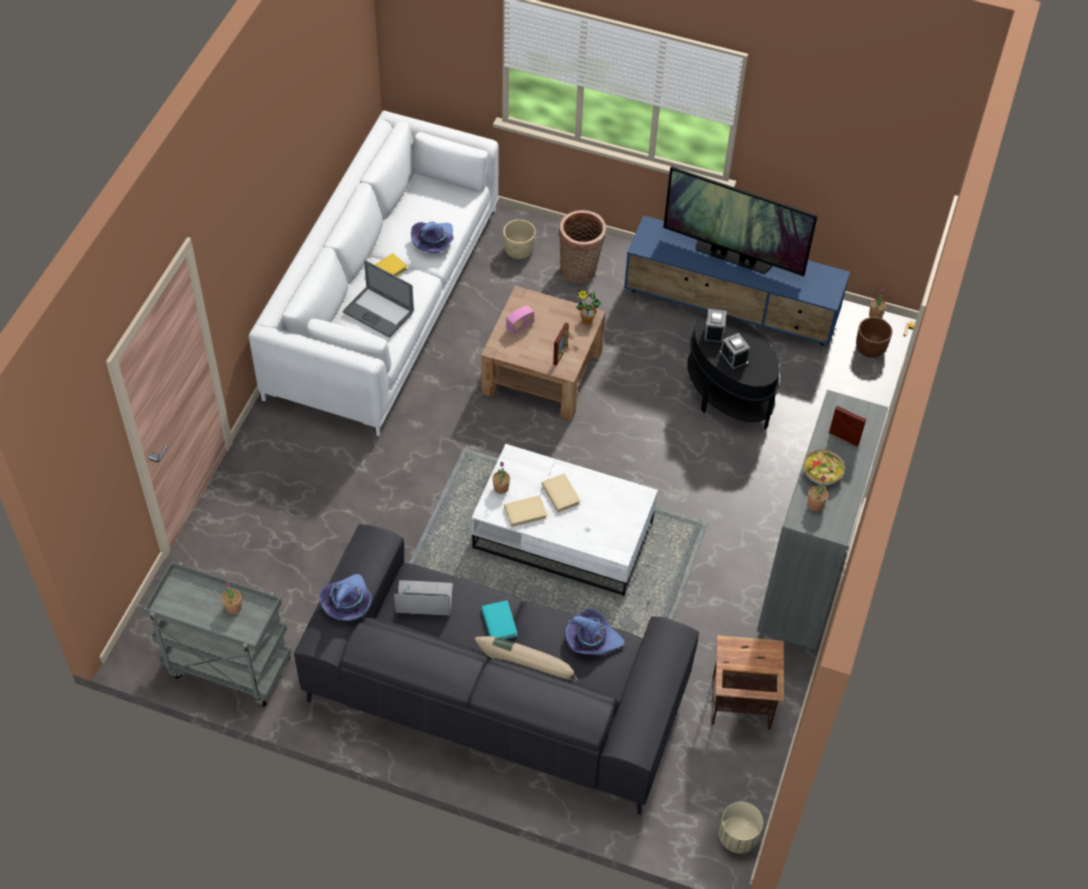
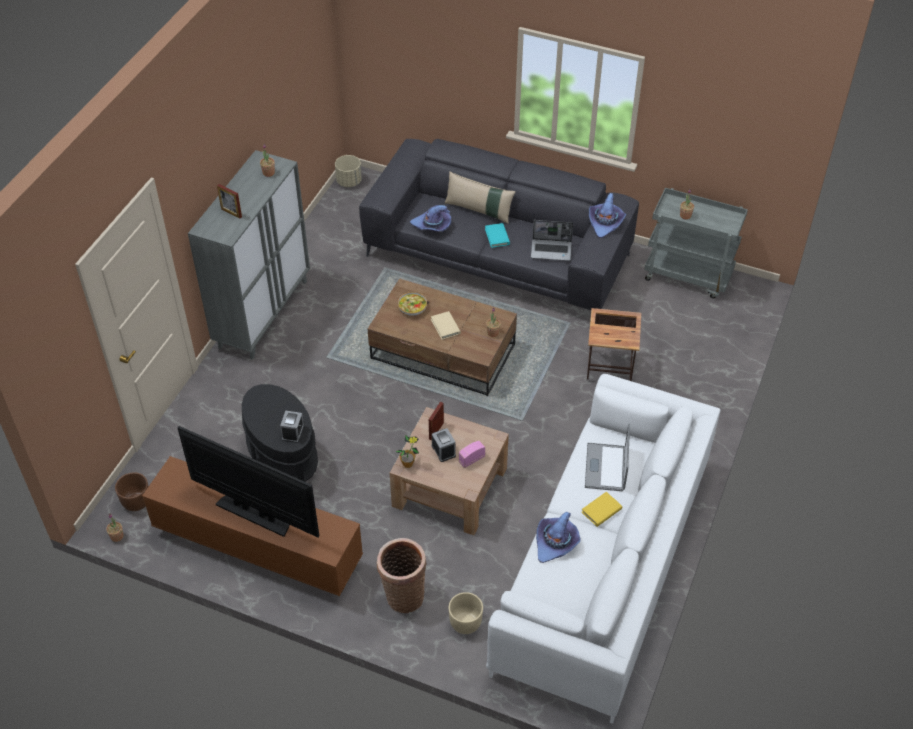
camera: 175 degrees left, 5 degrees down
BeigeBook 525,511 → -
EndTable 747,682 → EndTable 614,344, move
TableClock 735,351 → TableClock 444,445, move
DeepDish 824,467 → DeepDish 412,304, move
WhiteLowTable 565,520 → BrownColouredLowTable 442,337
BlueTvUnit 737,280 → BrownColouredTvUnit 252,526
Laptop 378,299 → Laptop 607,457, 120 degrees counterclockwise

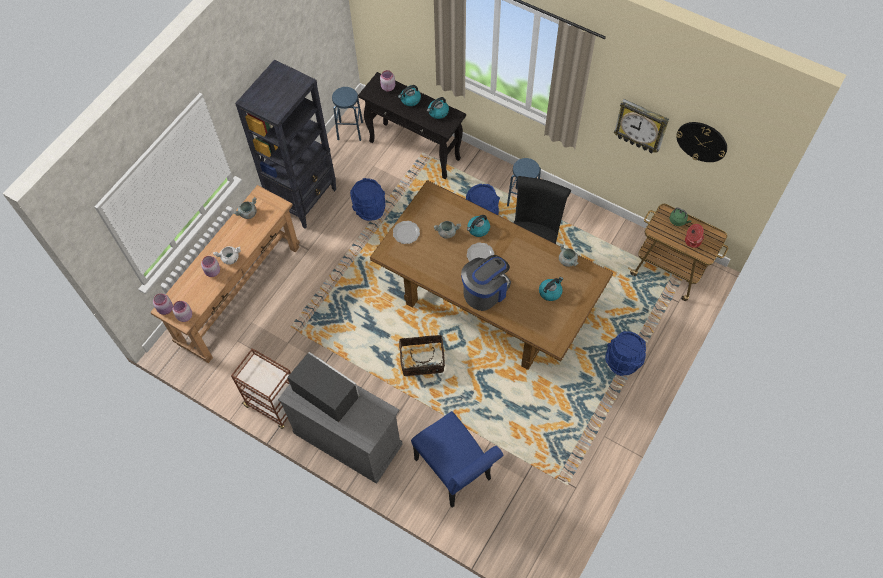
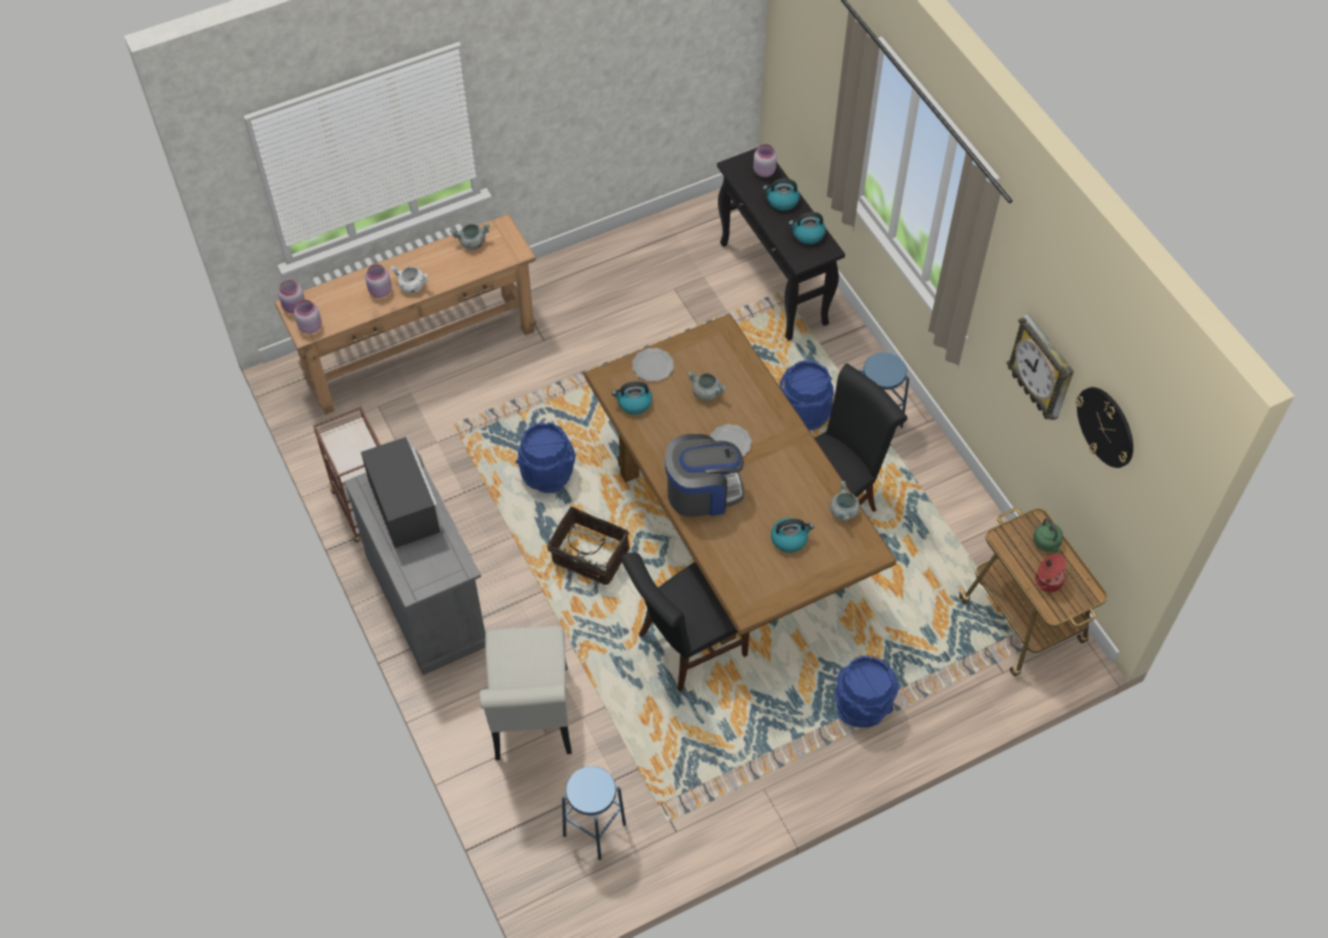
camera: 30 degrees right, 5 degrees down
BlackColouredBookshelf 286,144 → -
- → BlackColouredUprightChair 685,622
BlueStool 347,114 → BlueStool 594,813, move
BlueWaterBucket 367,199 → BlueWaterBucket 546,457, move
WaterKettle 478,226 → WaterKettle 632,397, move
BlueUprightChair 457,459 → WhiteUprightChair 526,693

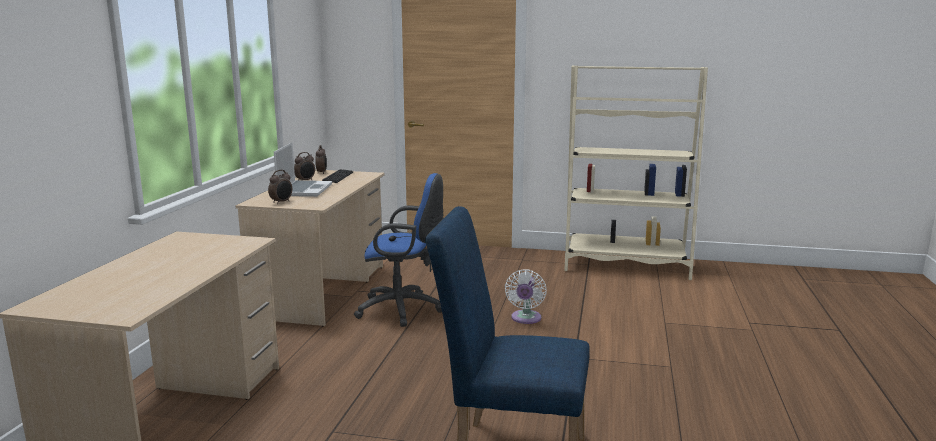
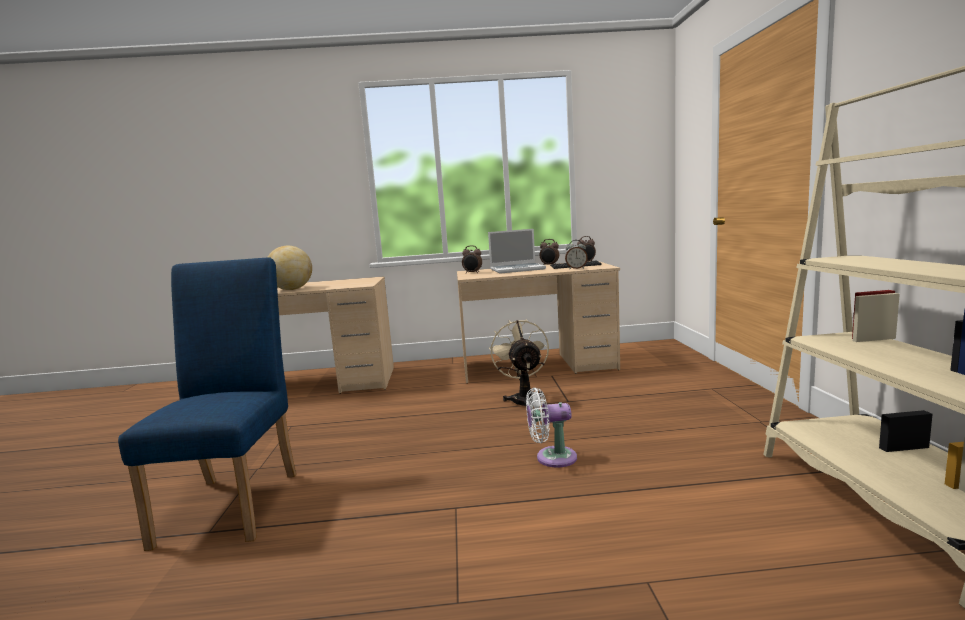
camera: 75 degrees right, 5 degrees down
- → Globe 290,268
- → TableClock 576,254
BlueDeskChair 398,250 → BeigeFan 519,365

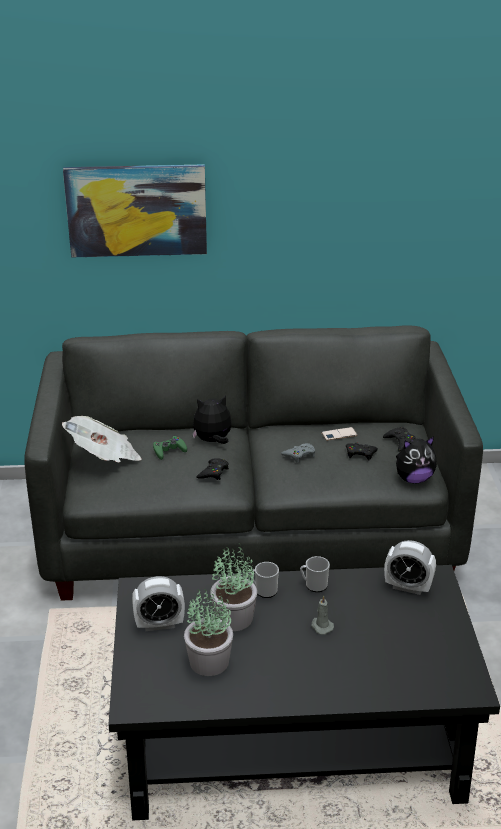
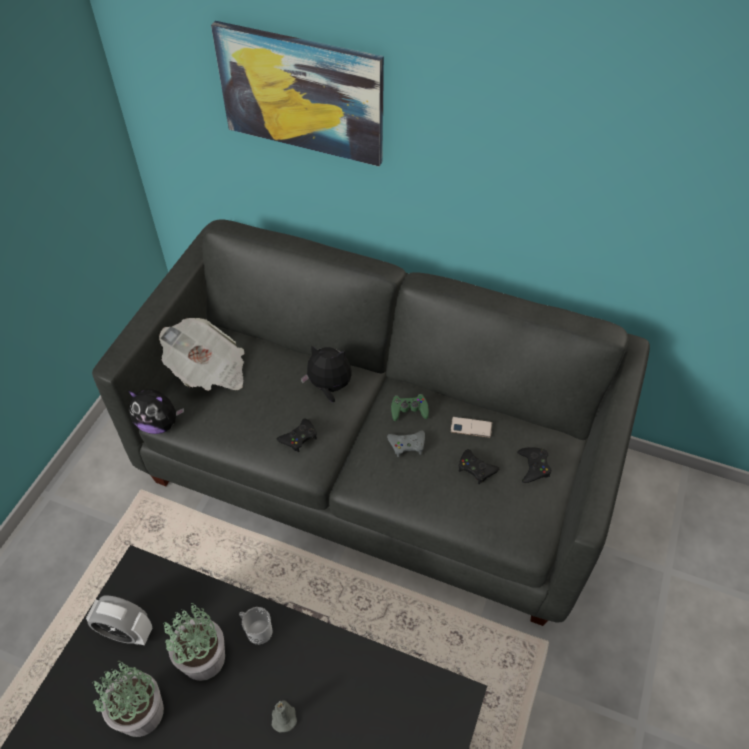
camera: 25 degrees right, 20 degrees up
CoffeeMug 315,574 → -
TableClock 410,567 → -
GreenishJoypad 170,448 → GreenishJoypad 410,407, move
SoftToy 416,460 → SoftToy 155,411, move

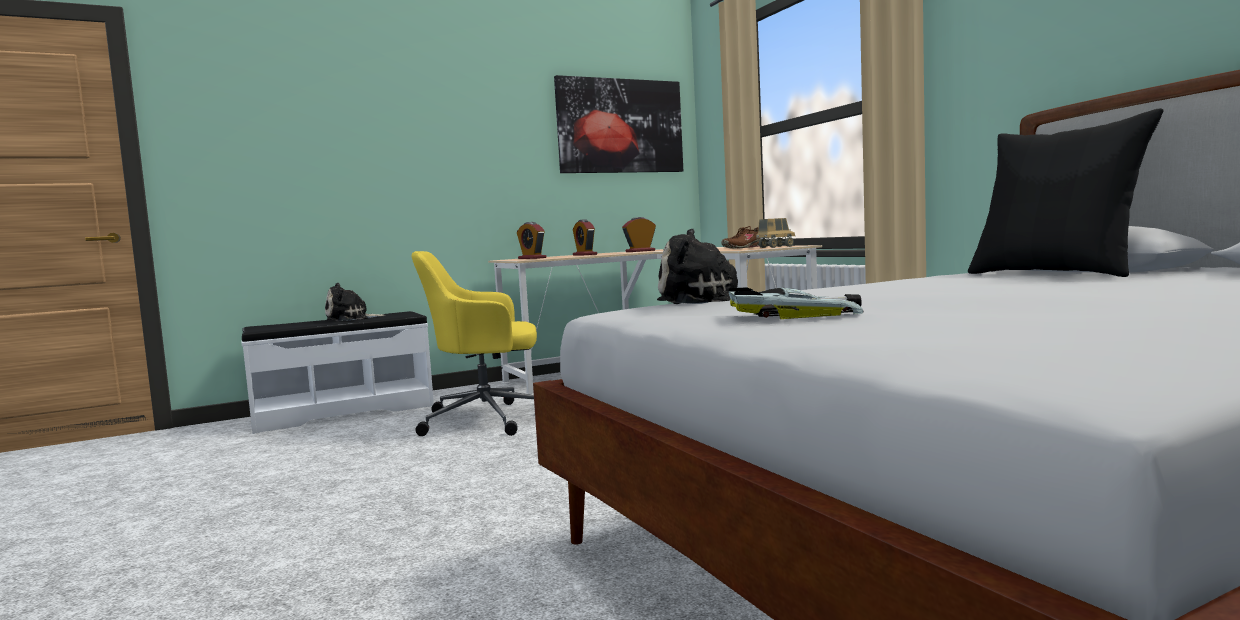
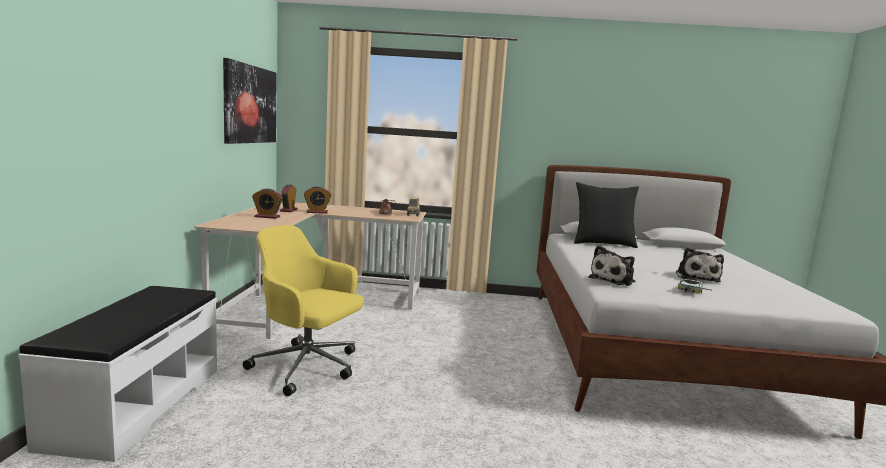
camera: 60 degrees left, 5 degrees up
SoftToy 355,302 → SoftToy 700,264, move
TableClock 531,240 → TableClock 317,200, move
YellowishDeskChair 474,343 → YellowishDeskChair 303,310, 90 degrees clockwise

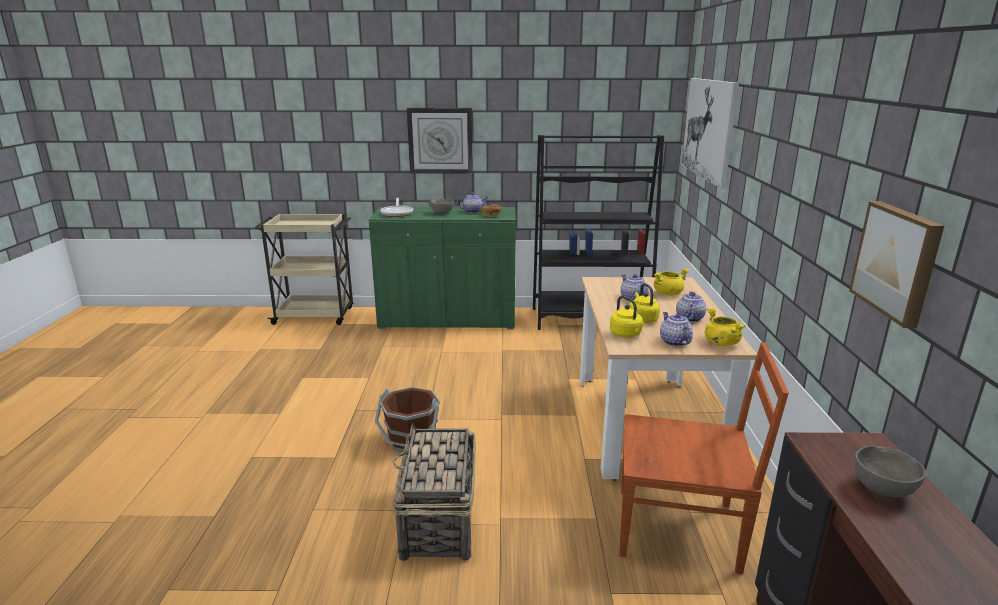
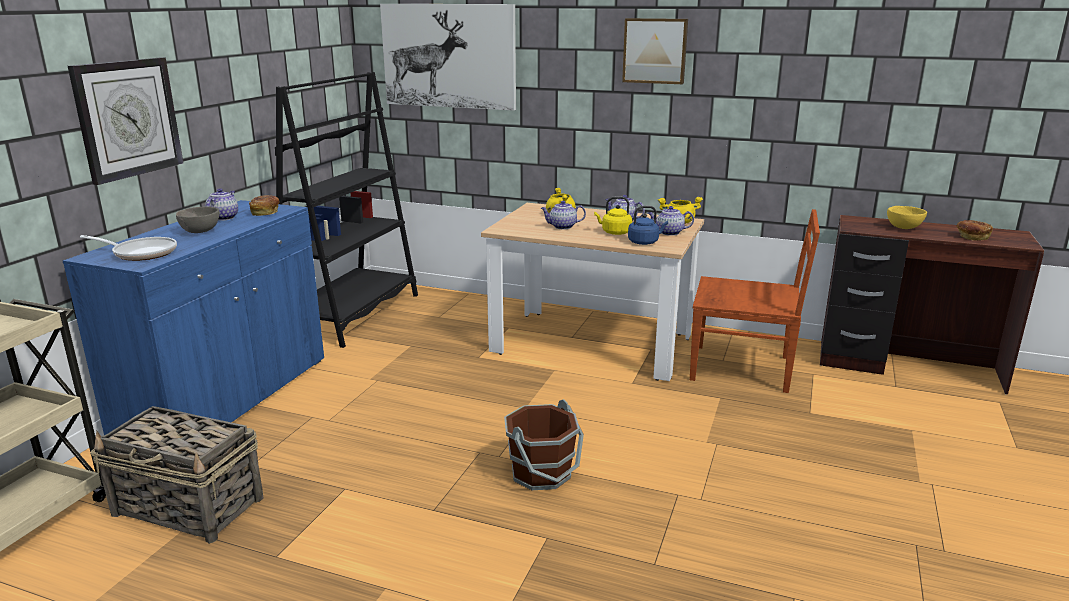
camera: 70 degrees left, 0 degrees up
- → BakedBread 975,230
Basket 434,492 → Basket 177,475, move
WallArt 896,264 → WallArt 655,51, move
GreenishStorageCabinet 442,268 → BlueStorageCabinet 193,317
YellowishWaterKettle 627,316 → BlueWaterKettle 648,225
GrayDeepDish 890,472 → YellowishDeepDish 907,217
BrownColouredUprightChair 704,458 → BrownColouredUprightChair 755,301, 75 degrees clockwise

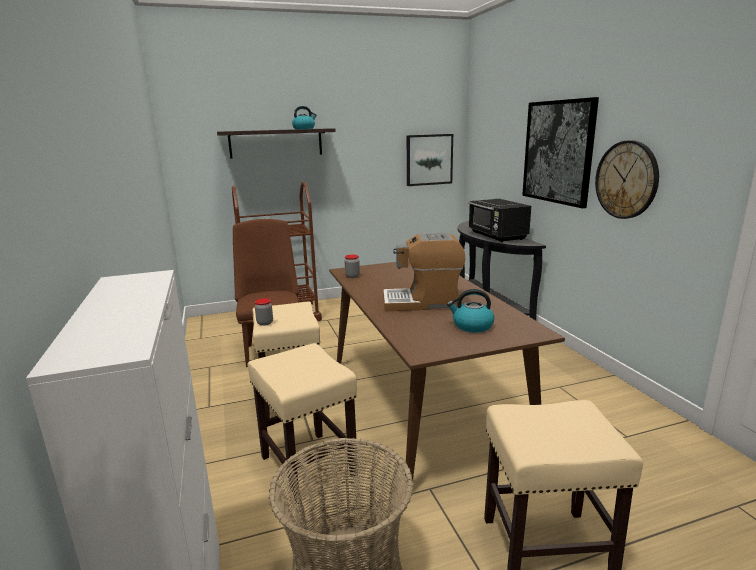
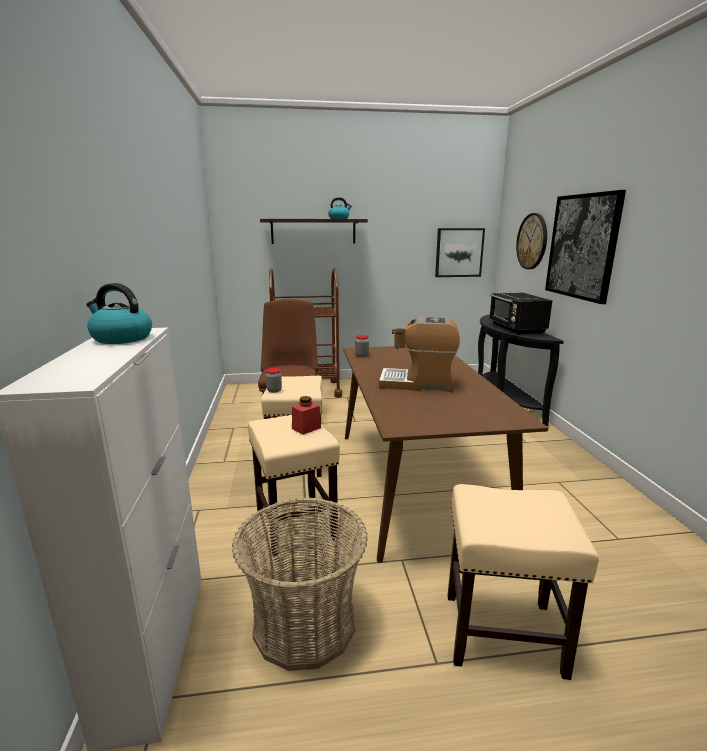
camera: 10 degrees right, 0 degrees up
- → RedPreserveJar 306,415
WaterKettle 470,310 → WaterKettle 119,313, move
HangingClock 627,179 → HangingClock 531,241, move

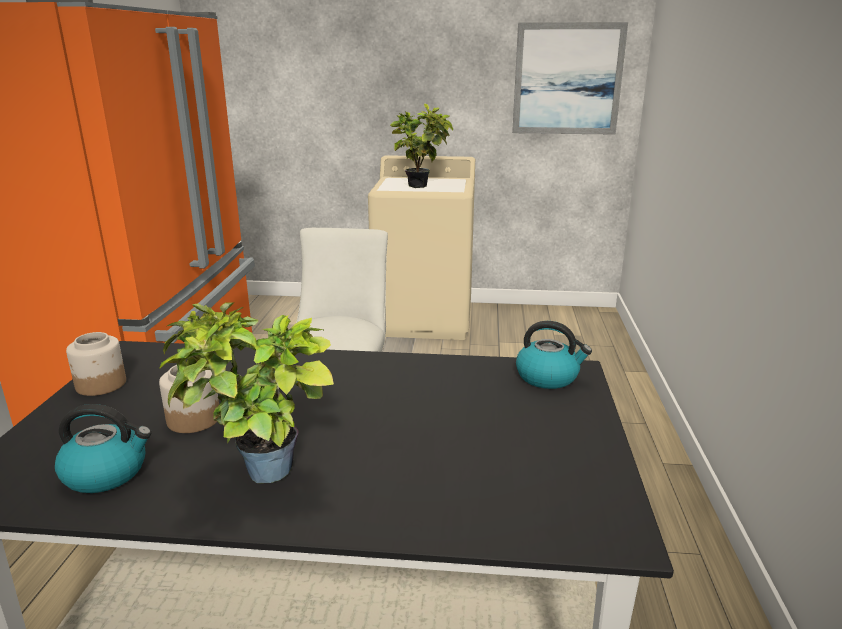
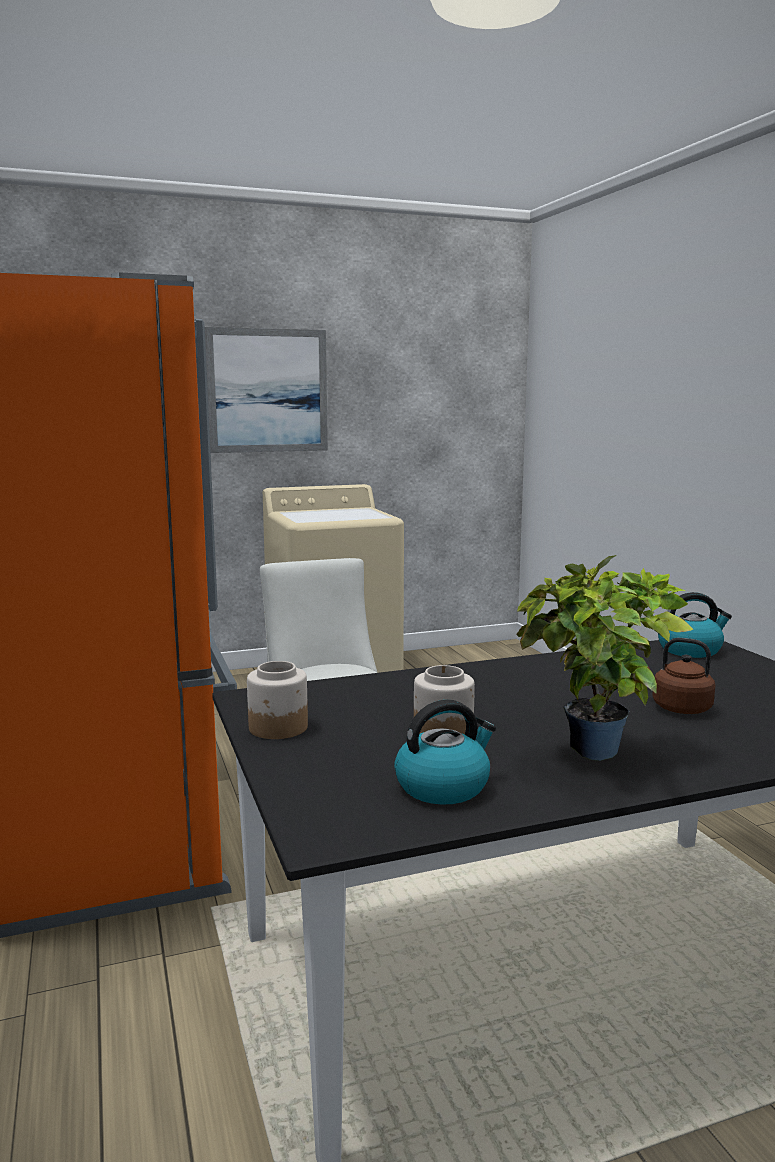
camera: 25 degrees left, 10 degrees down
Houseplant 421,145 → -
- → BrownColouredWaterKettle 681,676
WallArt 570,78 → WallArt 266,390, move

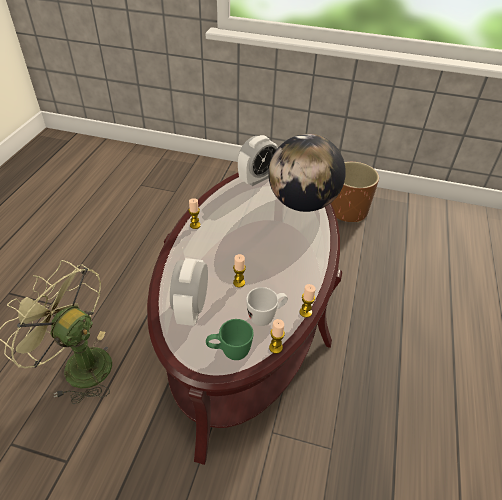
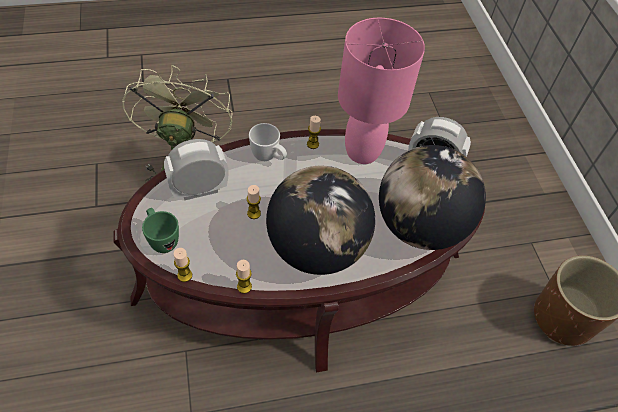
camera: 60 degrees right, 10 degrees up
- → Globe 320,220
- → PinkishLampForATable 381,91
WhiteCoffeeMug 267,306 → WhiteCoffeeMug 268,142, move

